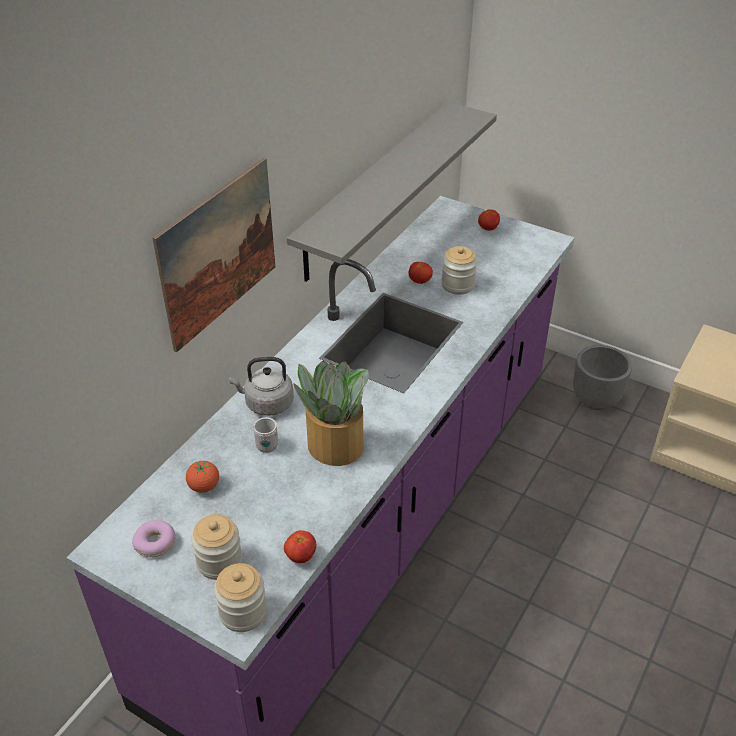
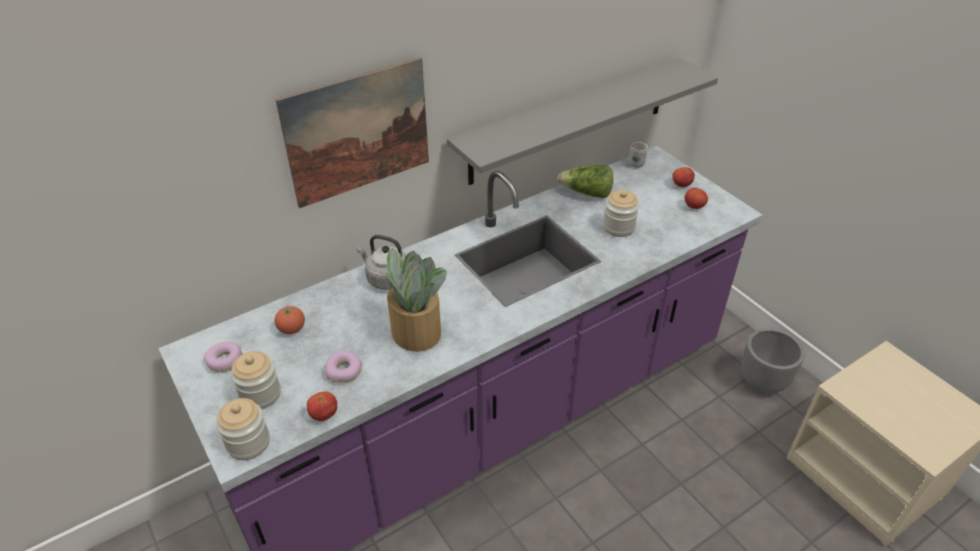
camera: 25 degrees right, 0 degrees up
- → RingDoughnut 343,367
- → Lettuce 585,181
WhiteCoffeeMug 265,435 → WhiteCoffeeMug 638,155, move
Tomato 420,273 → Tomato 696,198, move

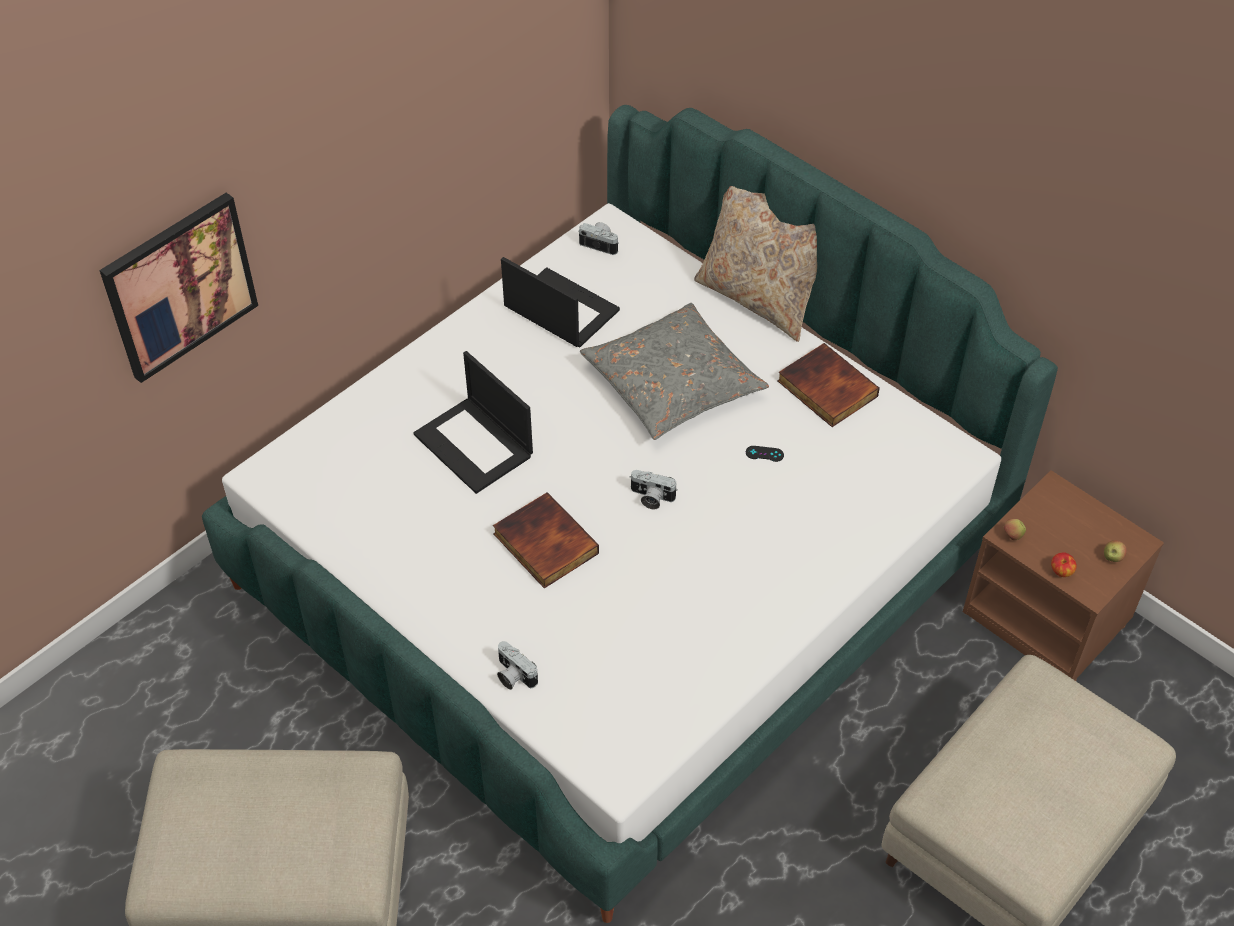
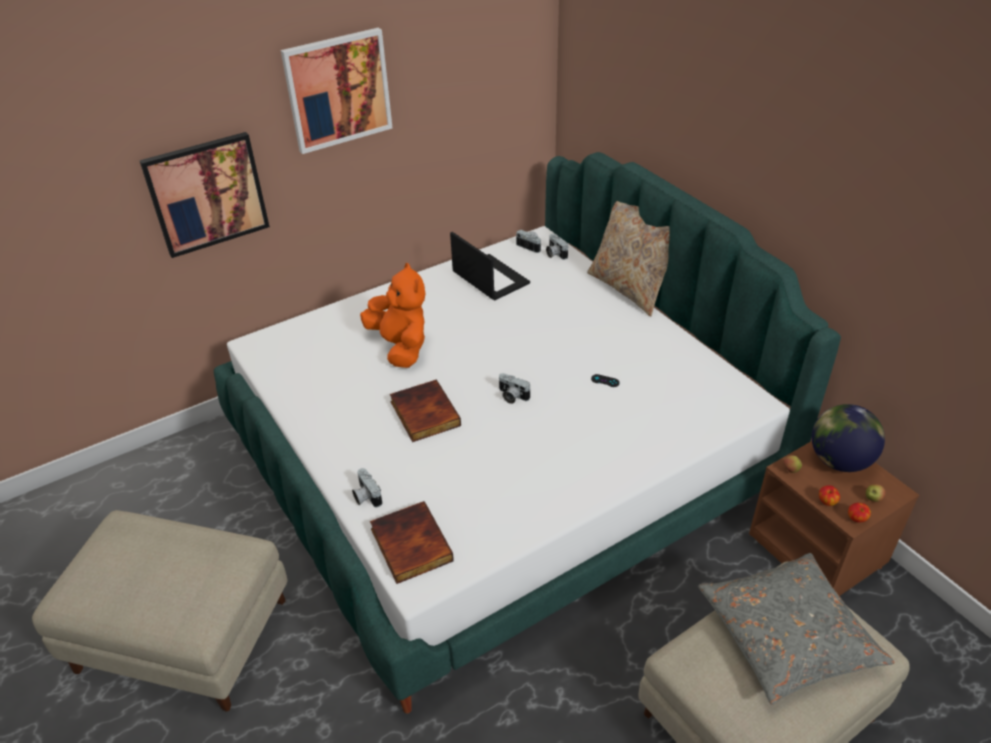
camera: 15 degrees right, 10 degrees down
- → WallArt 337,91
- → StillCamera 557,247
- → Globe 848,438
- → AppleFruit 859,513
GrayThrowPillow 674,371 → GrayThrowPillow 796,629, move
Book 828,385 → Book 412,542, move
Laptop 473,422 → OrangeColouredSoftToy 392,315

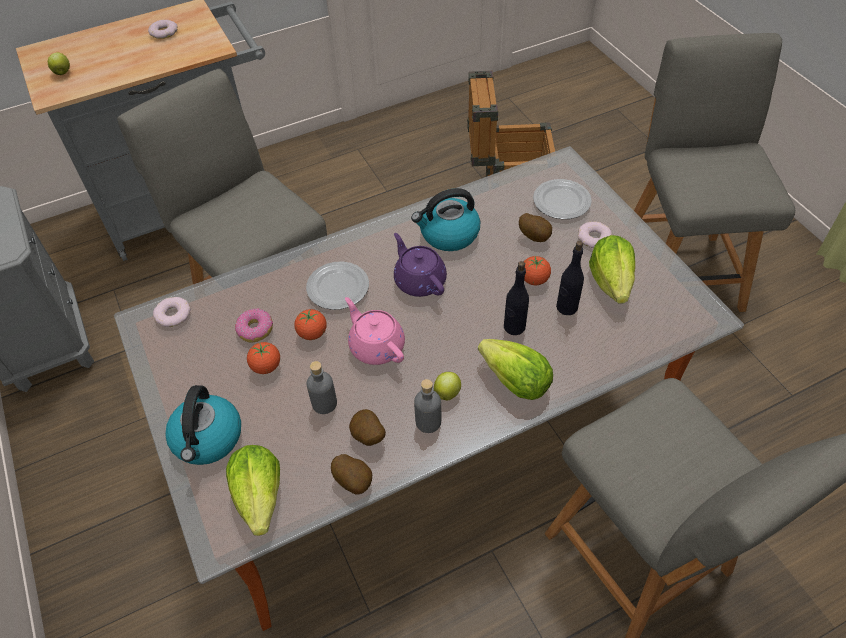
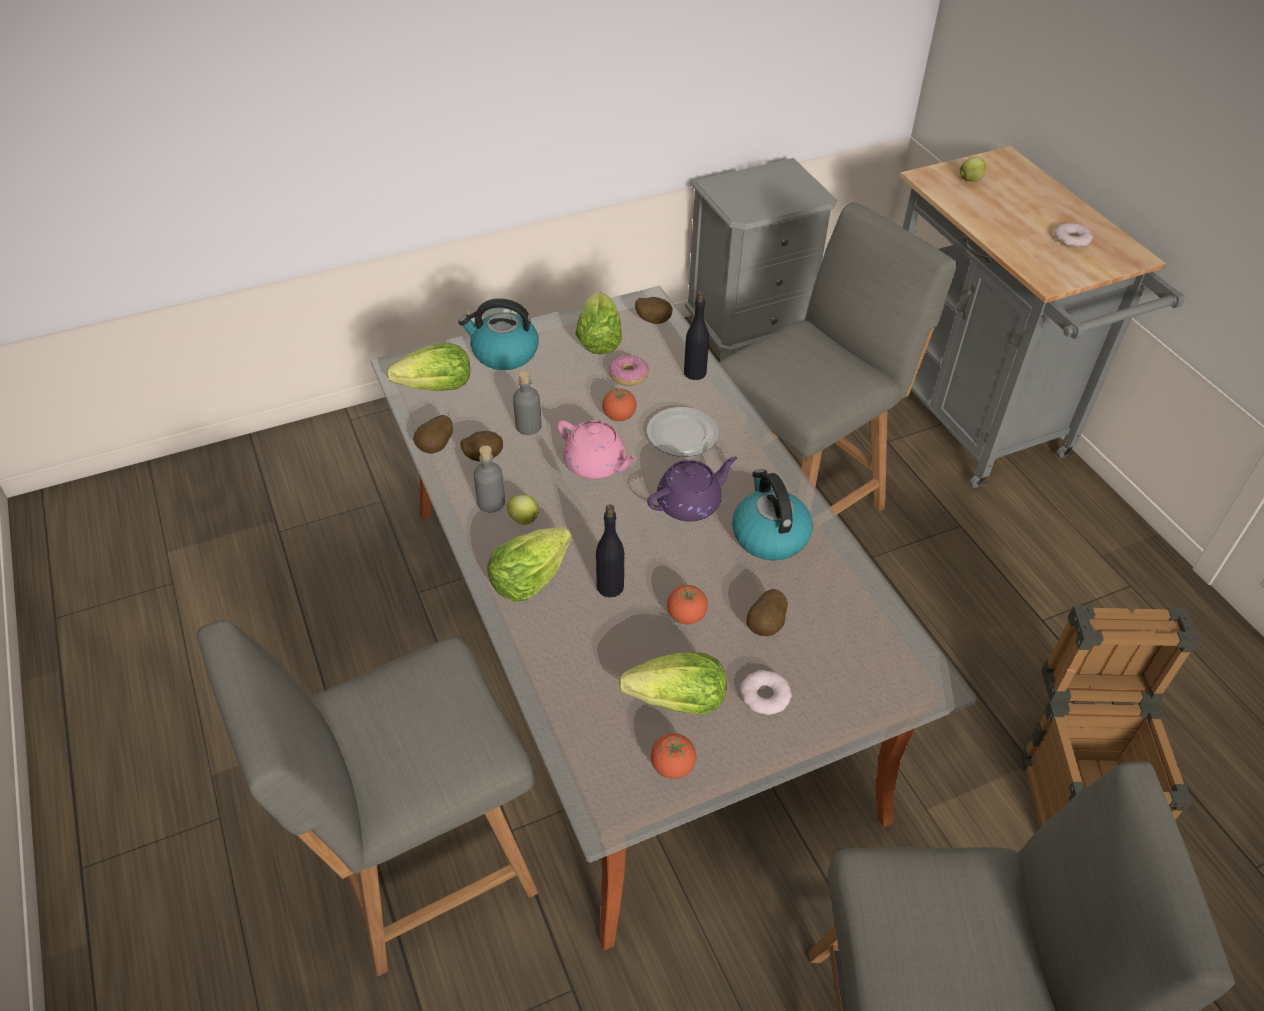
camera: 90 degrees right, 5 degrees down
Plate 562,199 → -
- → Lettuce 598,323
Tomato 263,358 → Tomato 673,756, move
BlackColouredBottle 570,278 → BlackColouredBottle 696,335, move
RingDoughnut 172,312 → WholePotato 654,310
PinkishPotForTea 375,331 → PinkishPotForTea 597,449, 75 degrees clockwise

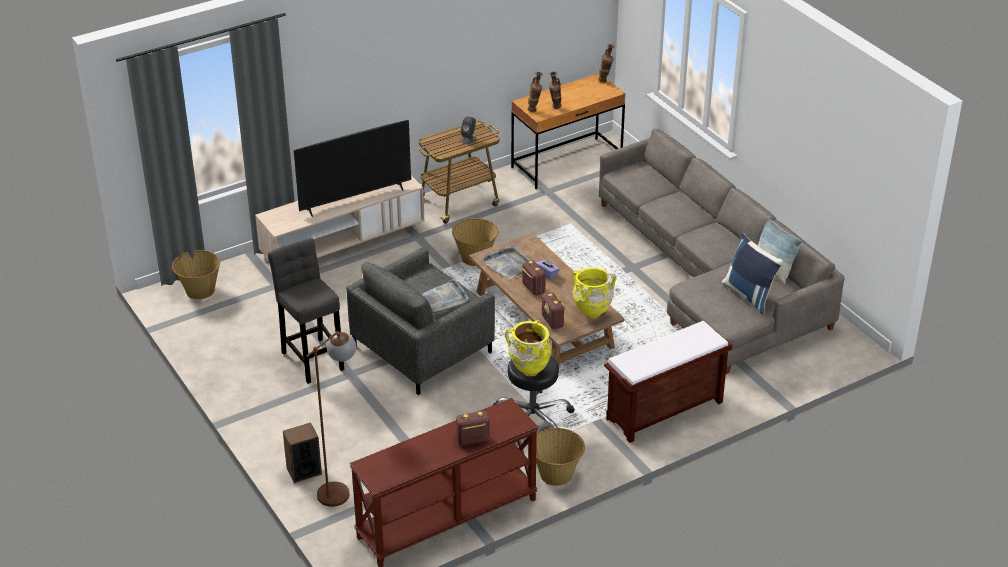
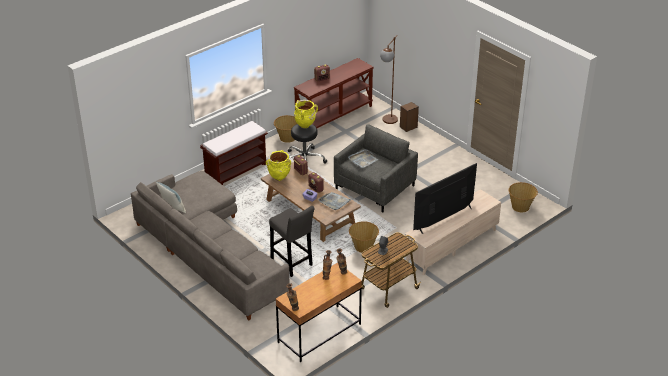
camera: 170 degrees right, 0 degrees up
BlueThrowPillow 752,273 → -
GrayStool 306,311 → GrayStool 292,241, move

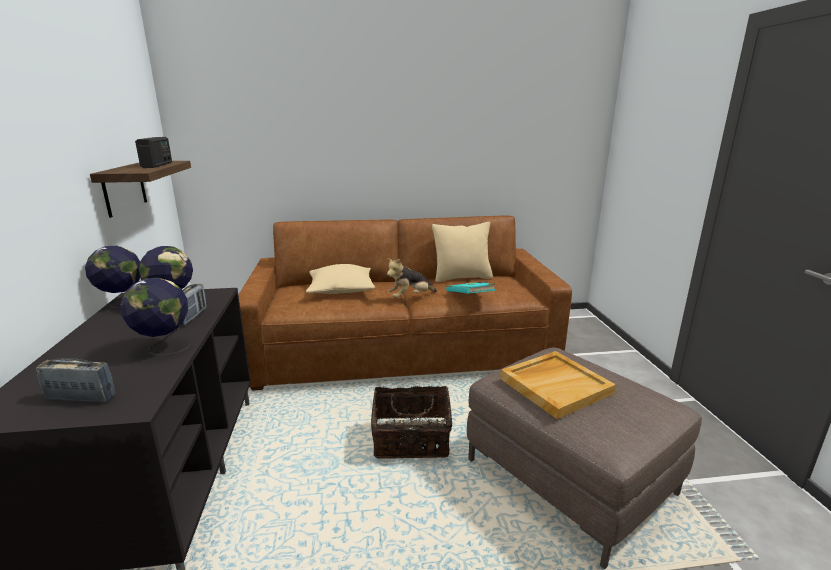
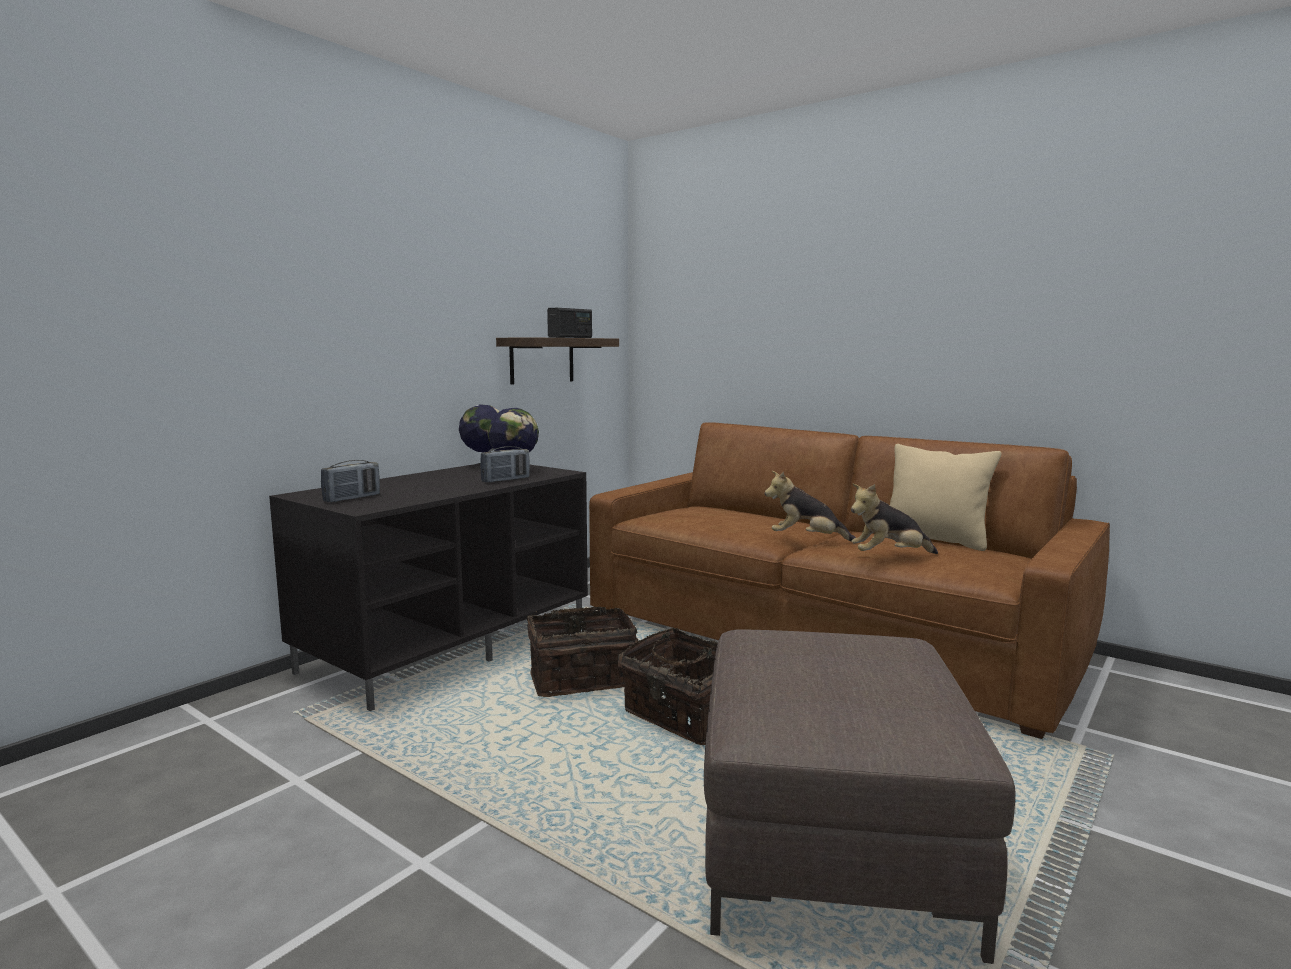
camera: 45 degrees right, 10 degrees down
Globe 155,316 → -
BeigeThrowPillow 340,279 → -
BeigeTray 558,385 → -
- → Basket 582,652
TurquoiseColouredBook 471,287 → SoftToy 894,519
RadioReceiver 75,380 → RadioReceiver 350,481, 75 degrees clockwise

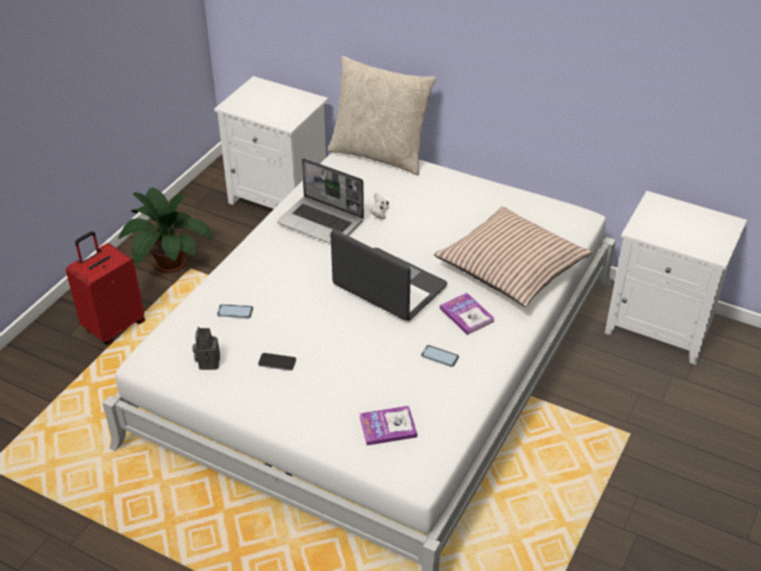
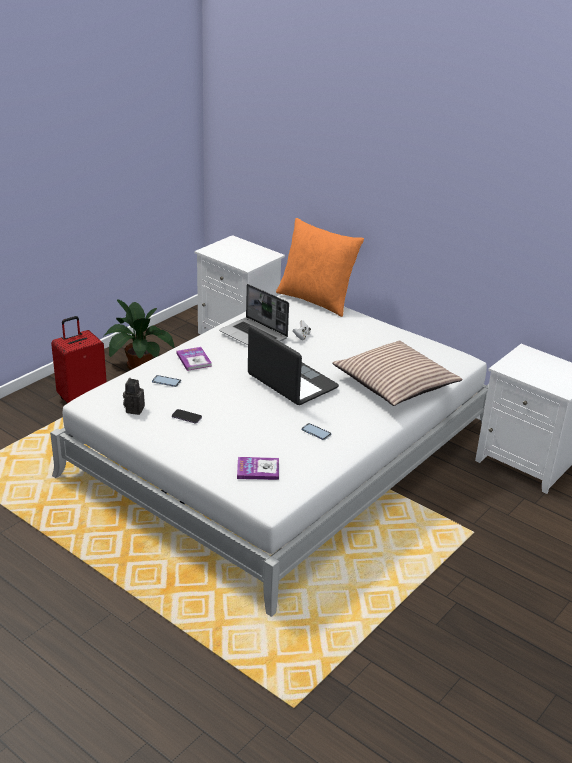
camera: 10 degrees right, 10 degrees down
Book 467,314 → Book 194,359, move
BeigeThrowPillow 382,115 → OrangeColouredThrowPillow 320,267

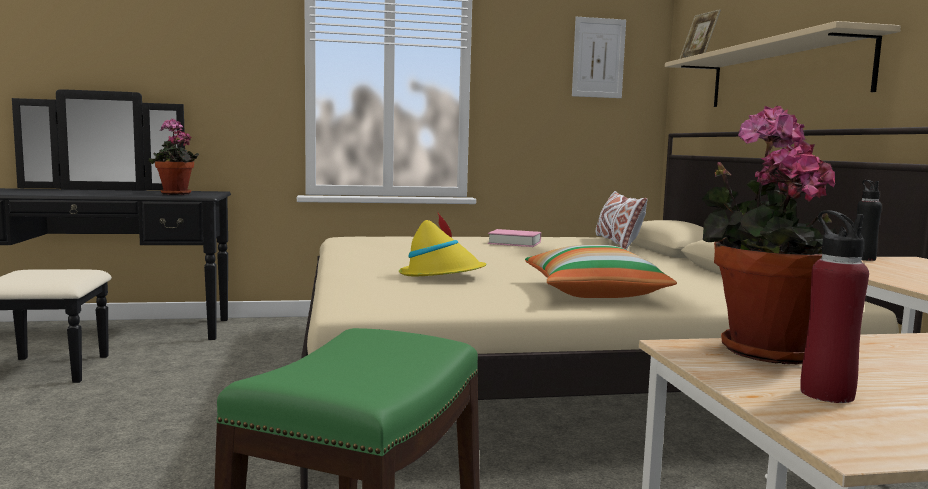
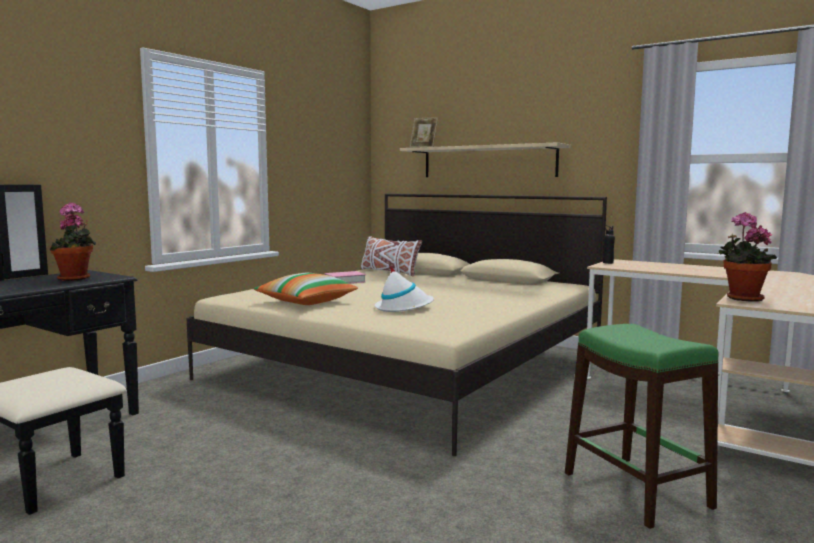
camera: 45 degrees left, 0 degrees up
WallArt 599,57 → -
RedBottle 834,306 → -
ThrowPillow 601,271 → ThrowPillow 306,289, move
YellowishWearableHat 442,243 → WhiteWearableHat 404,288

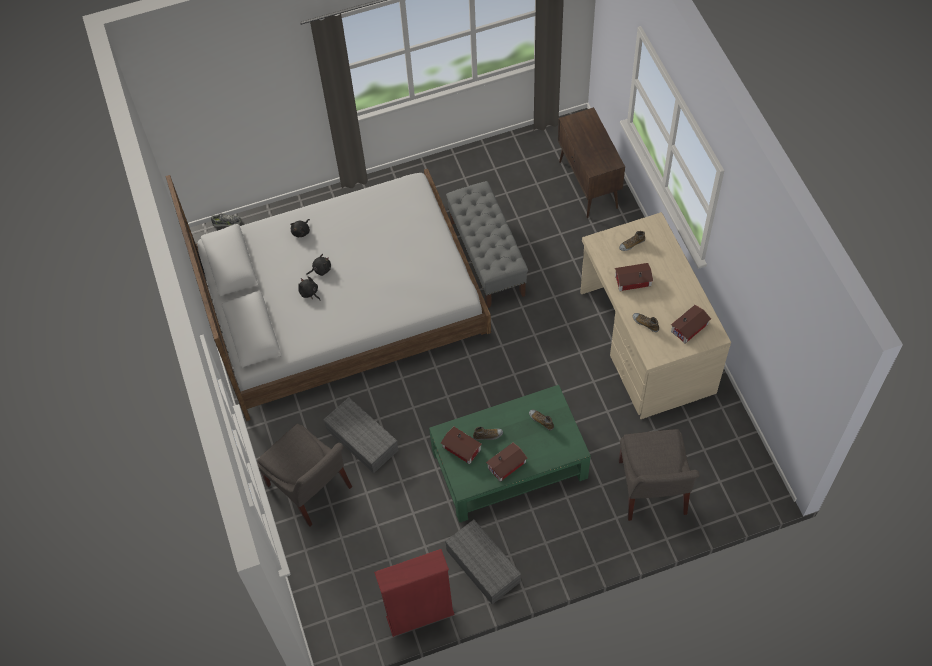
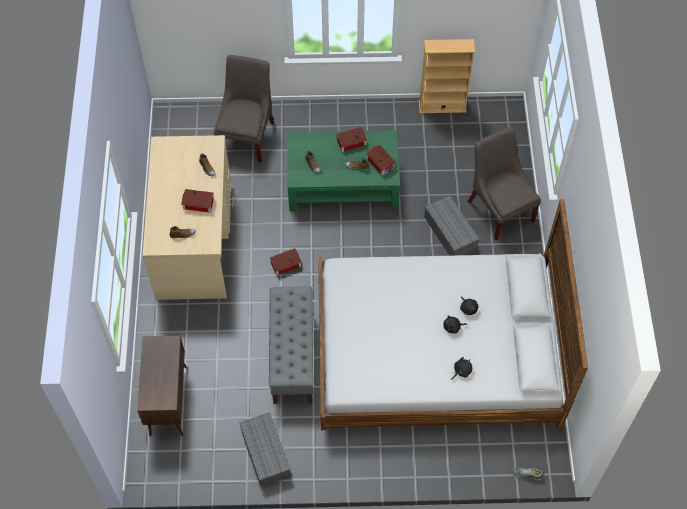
camera: 165 degrees left, 0 degrees up
GrayStorageContainer 483,562 → GrayStorageContainer 265,449, move
ModelHouse 691,324 → ModelHouse 286,262, move
RedBookshelf 414,593 → BeigeBookshelf 447,76

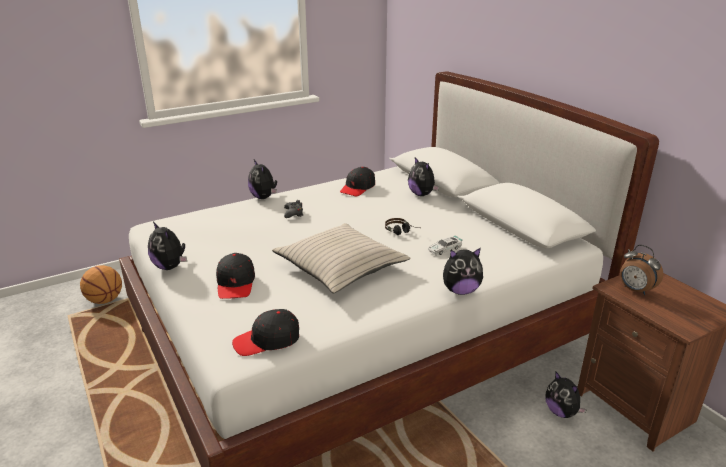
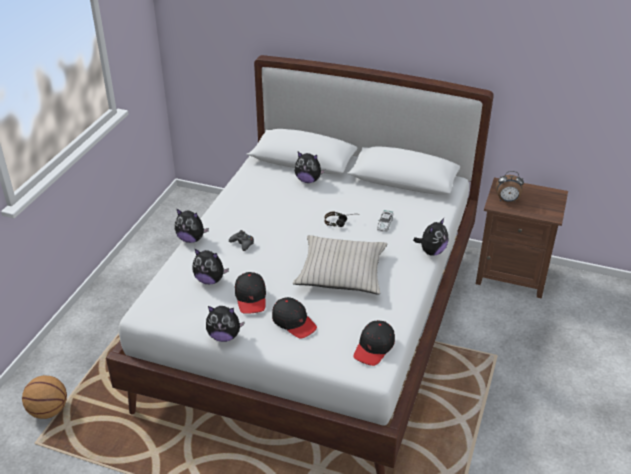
camera: 40 degrees left, 10 degrees up
BlackColouredBaseballCap 357,181 → BlackColouredBaseballCap 250,293, move
SoftToy 566,395 → SoftToy 210,266, move

